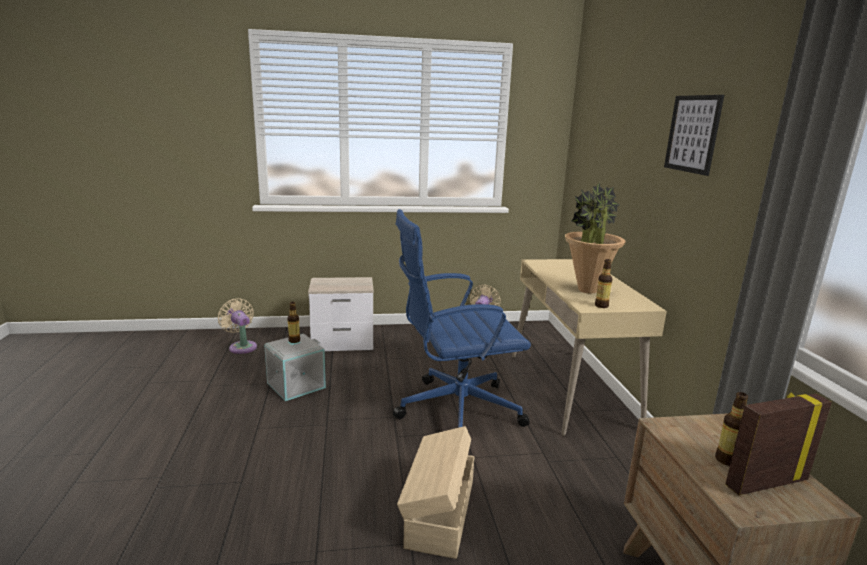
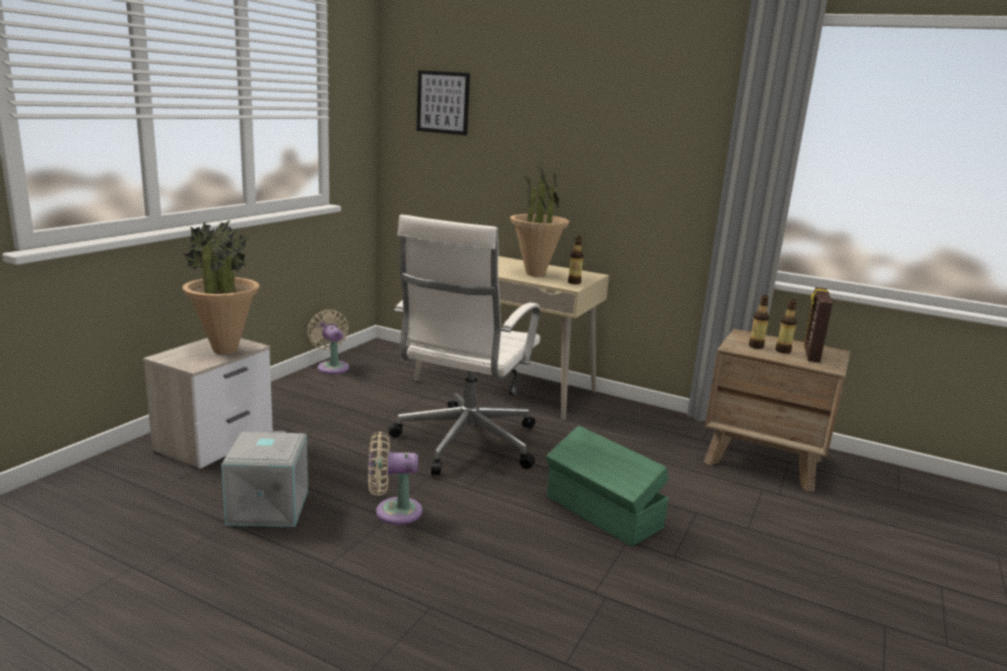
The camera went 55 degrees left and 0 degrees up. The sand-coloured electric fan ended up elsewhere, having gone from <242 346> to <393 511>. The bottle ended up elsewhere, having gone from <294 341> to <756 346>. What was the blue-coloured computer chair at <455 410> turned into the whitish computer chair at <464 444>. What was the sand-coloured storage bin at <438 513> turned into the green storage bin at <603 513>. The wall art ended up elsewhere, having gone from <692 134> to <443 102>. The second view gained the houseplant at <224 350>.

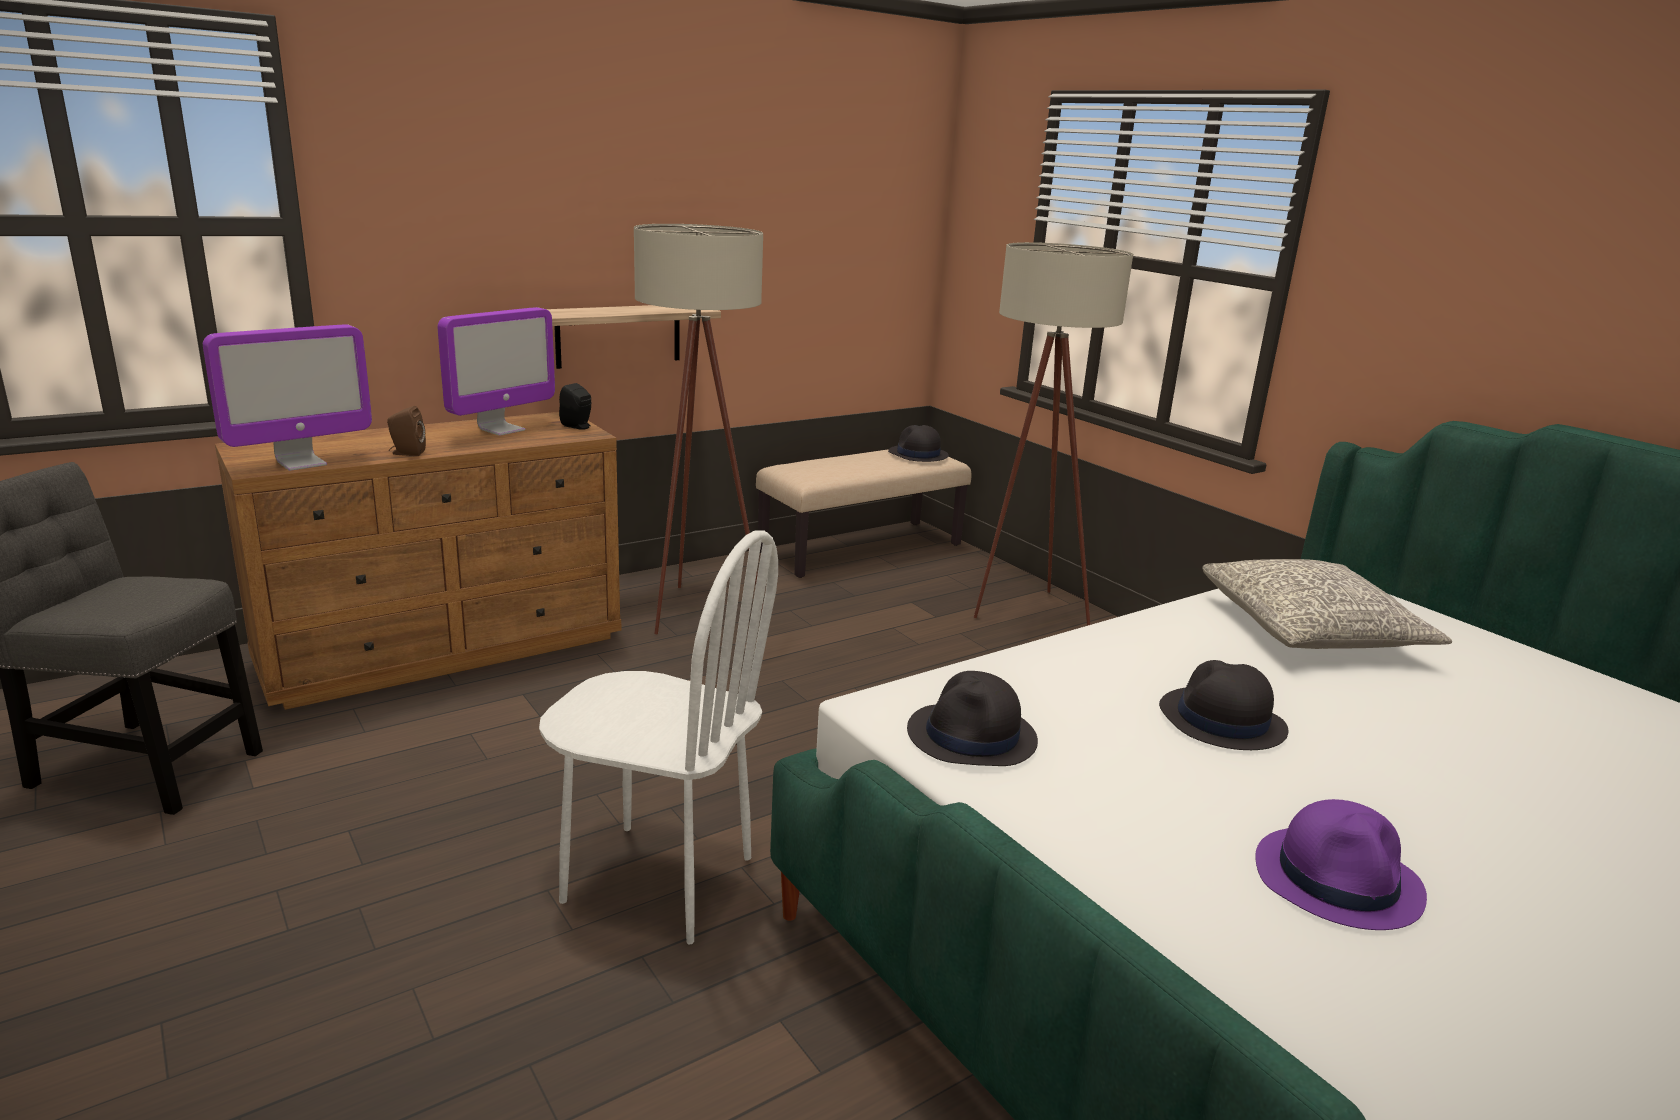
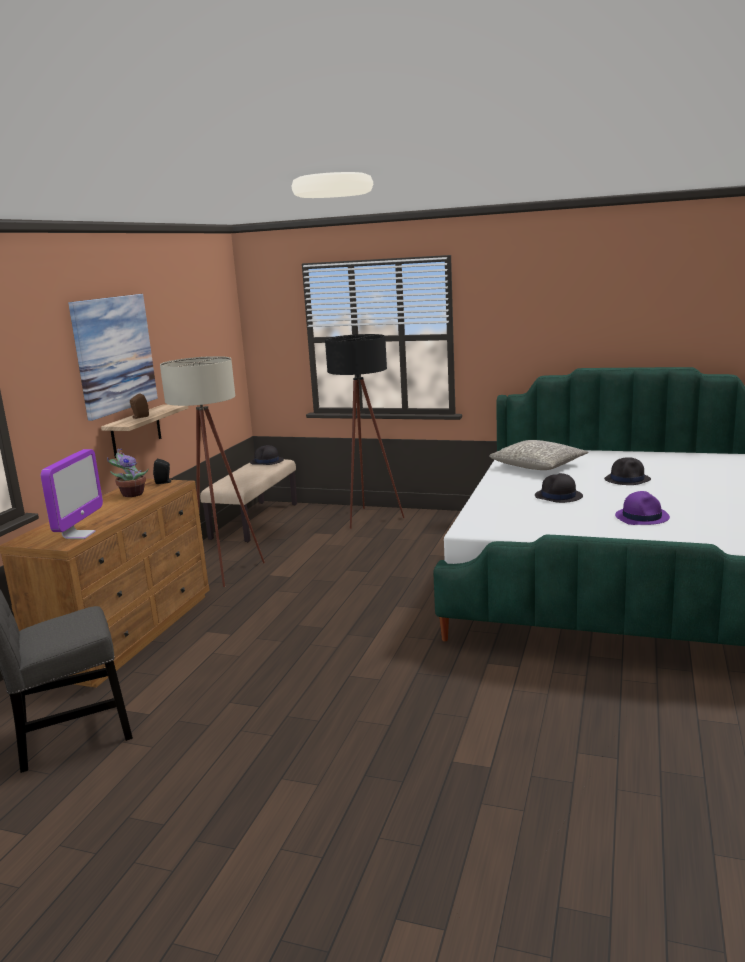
The camera went 35 degrees left and 5 degrees down. The brownish speaker ended up elsewhere, having gone from <406 453> to <139 417>. Where the computer display stood at <501 429>, the houseplant came to stand at <131 494>. The second view lost the whitish upright chair at <657 880>. The blackish wearable hat ended up elsewhere, having gone from <972 737> to <627 480>. What was the sand-coloured standing lamp at <1023 615> turned into the blackish standing lamp at <367 520>. The second view gained the wall art at <114 354>.

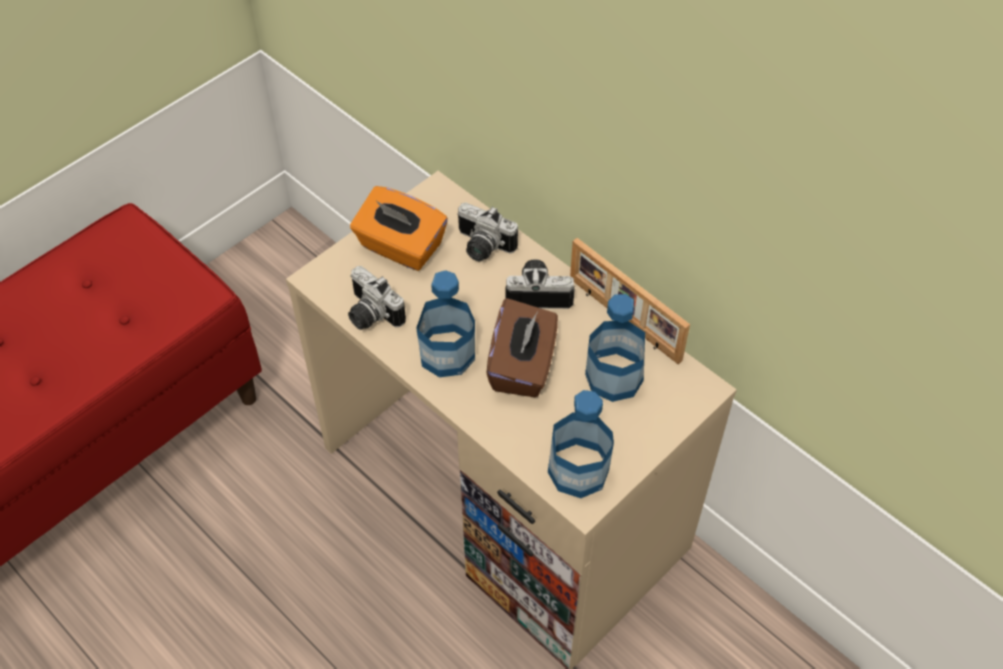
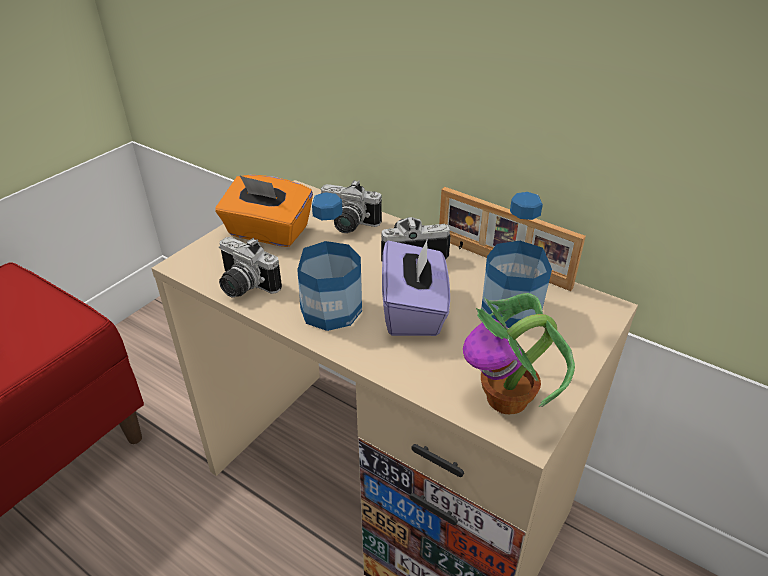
The camera went 10 degrees left and 15 degrees down. What was the brownish tissue holder at <522 366> turned into the purplish tissue holder at <414 311>. Where the bottle stood at <578 471>, the houseplant came to stand at <508 400>.

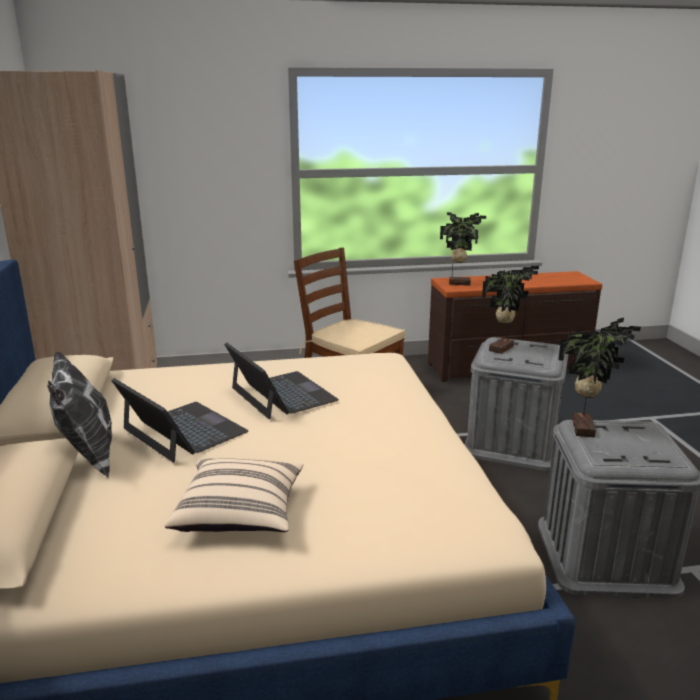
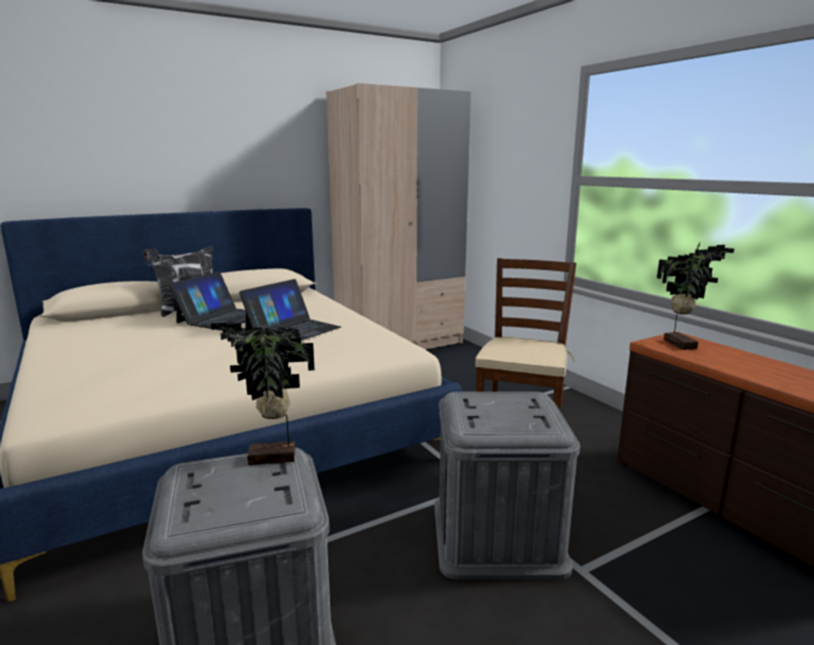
The camera went 70 degrees right and 5 degrees down. The second view lost the sand-coloured cushion at <240 514>. The second view lost the houseplant at <503 349>.

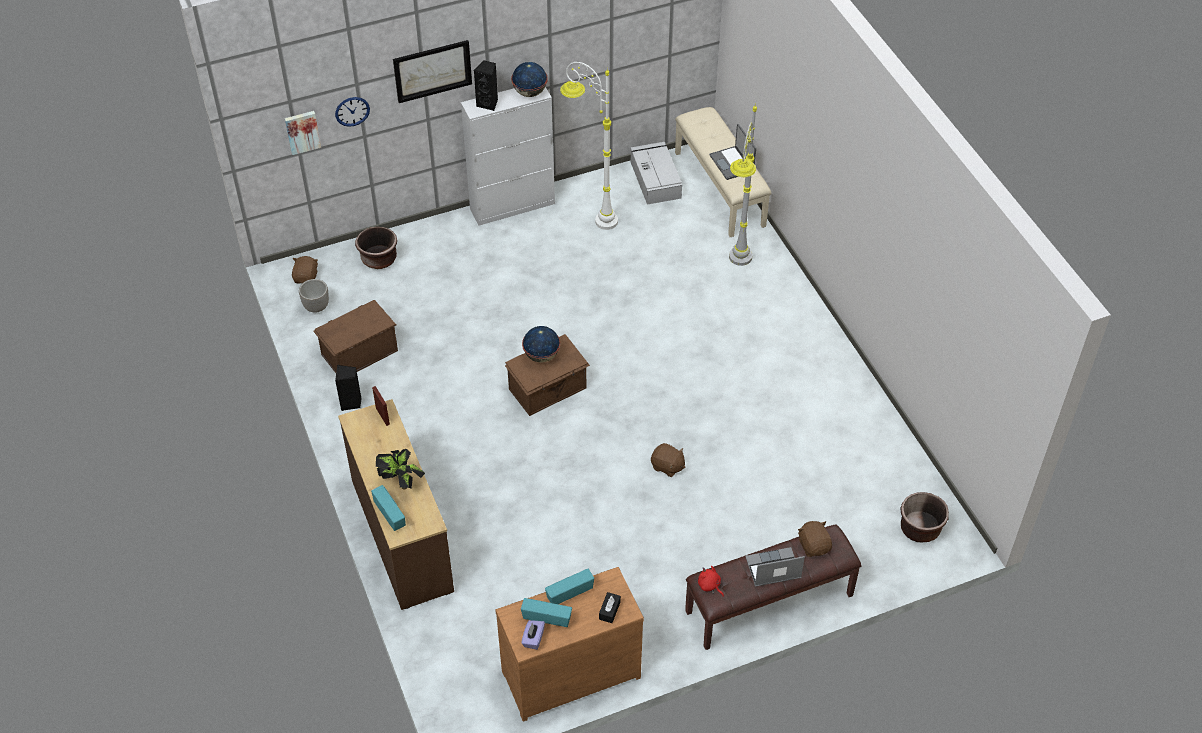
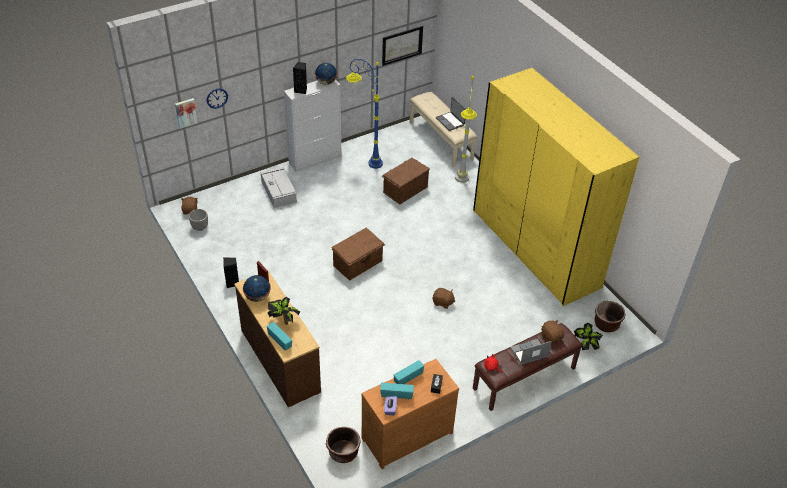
The camera went 10 degrees left and 5 degrees down. The brownish storage bin ended up elsewhere, having gone from <358 352> to <404 189>. The brownish flower pot ended up elsewhere, having gone from <379 259> to <343 452>. The wall art ended up elsewhere, having gone from <432 70> to <402 45>. The desk globe ended up elsewhere, having gone from <542 356> to <258 297>. What was the whitish standing lamp at <590 214> turned into the blue-coloured standing lamp at <364 160>. The greyish storage bin ended up elsewhere, having gone from <655 179> to <278 191>. The second view gained the yellow-coloured armoire at <535 248>. The second view gained the houseplant at <585 346>.

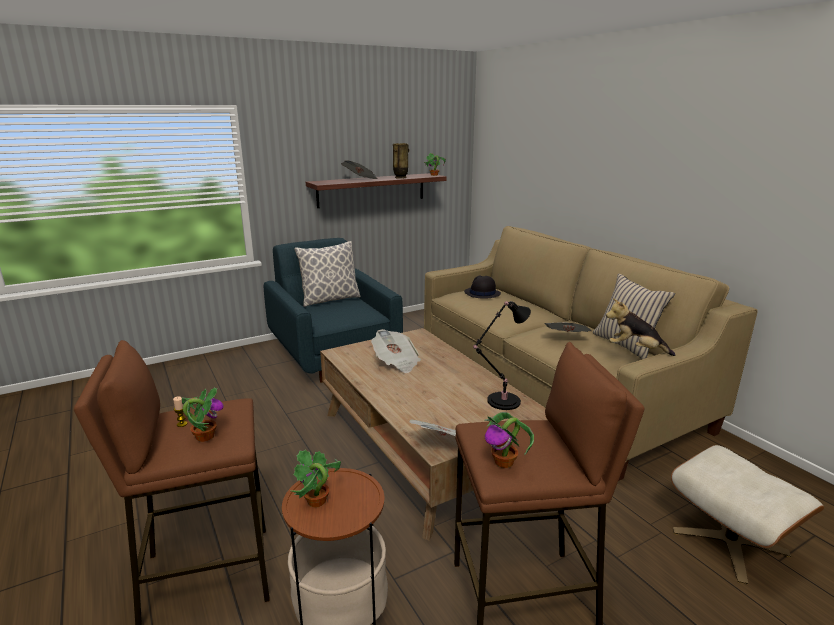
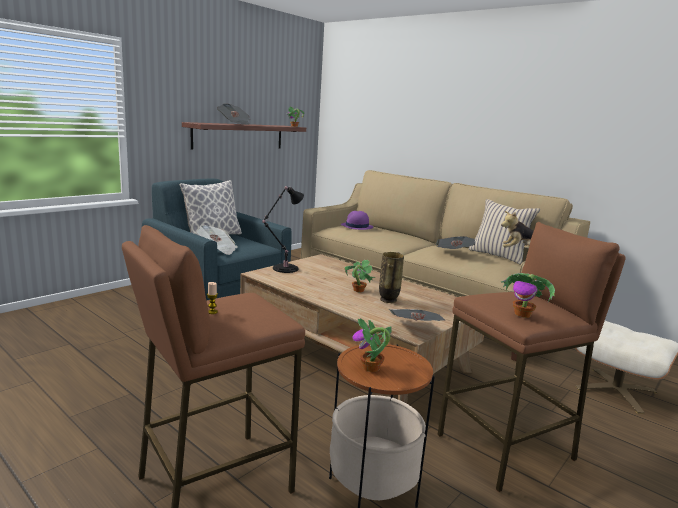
The camera went 20 degrees left and 5 degrees down. The houseplant ended up elsewhere, having gone from <204 436> to <358 290>. The newspaper ended up elsewhere, having gone from <396 363> to <217 250>. The decorative vase ended up elsewhere, having gone from <401 178> to <388 300>. What was the blackish wearable hat at <482 293> turned into the purplish wearable hat at <356 226>. The blackish table lamp ended up elsewhere, having gone from <501 401> to <283 269>.

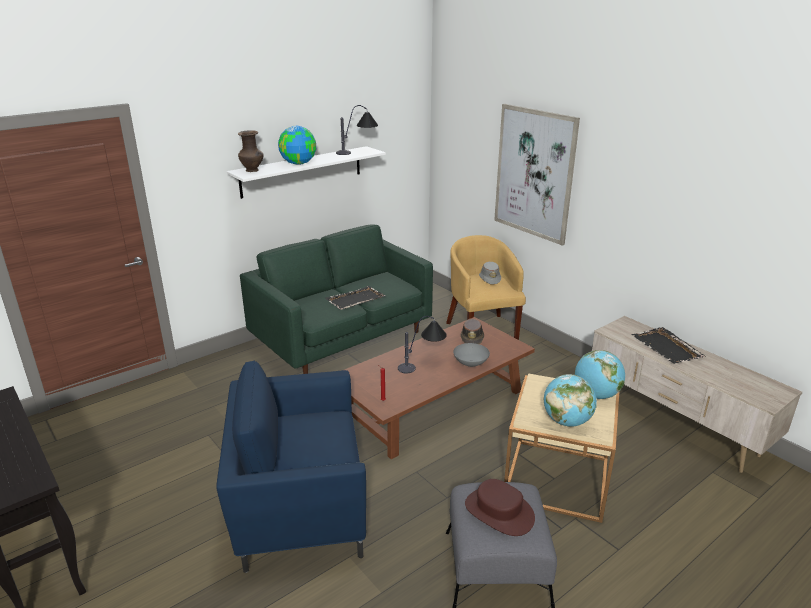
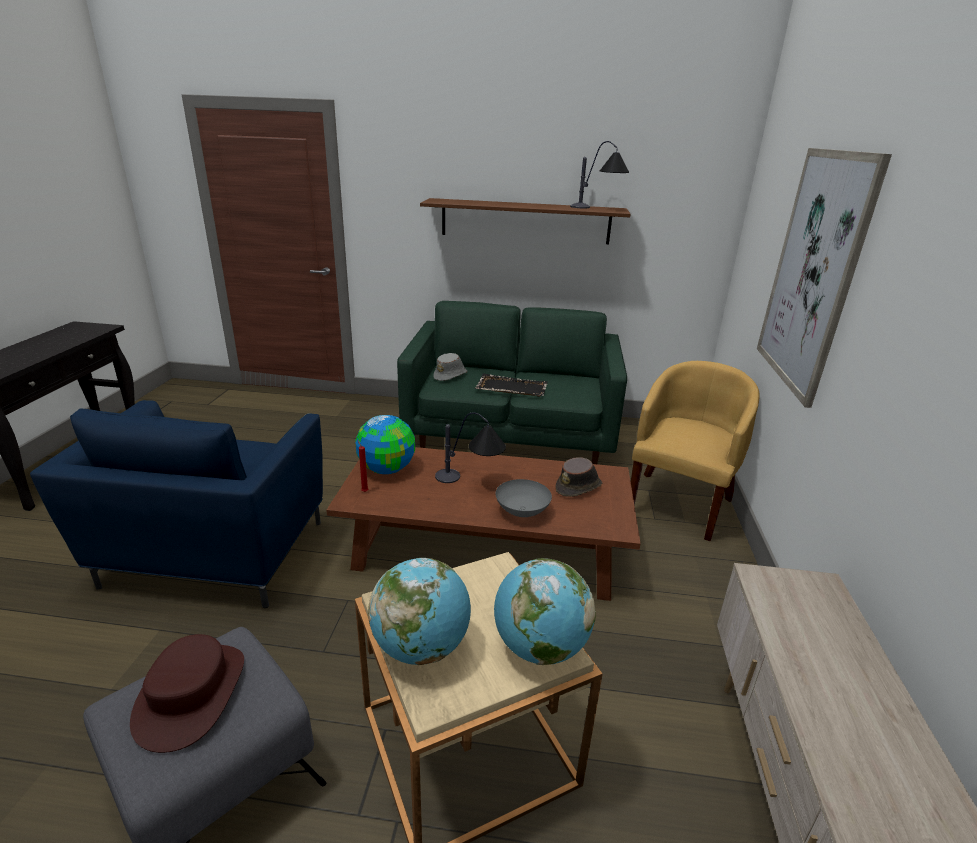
The camera went 45 degrees right and 0 degrees up. The blue-coloured armchair at <298 509> ended up facing another way, 120 degrees counterclockwise from before. What was the whitish bracket shelf at <302 171> turned into the brownish bracket shelf at <525 221>. The second view lost the brownish decorative vase at <252 170>. The desk globe ended up elsewhere, having gone from <298 163> to <387 469>. The greyish wearable hat ended up elsewhere, having gone from <490 278> to <451 375>. The second view lost the blackish carrying tray at <667 348>.

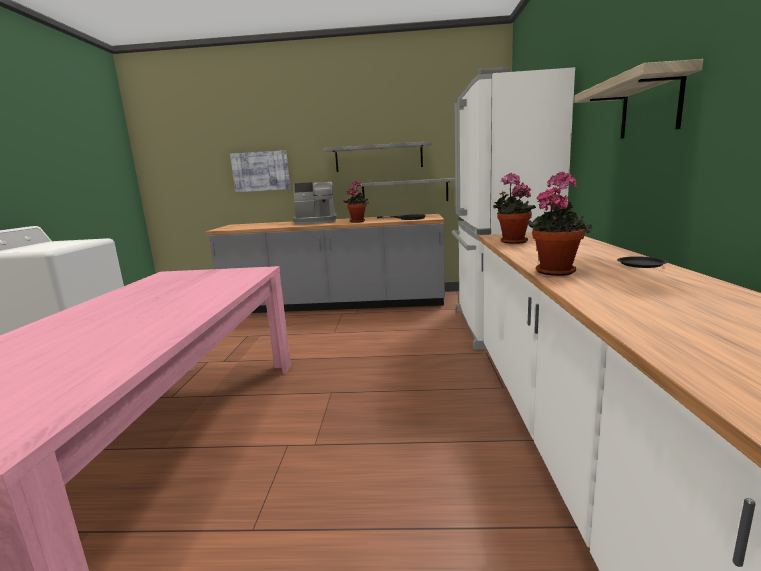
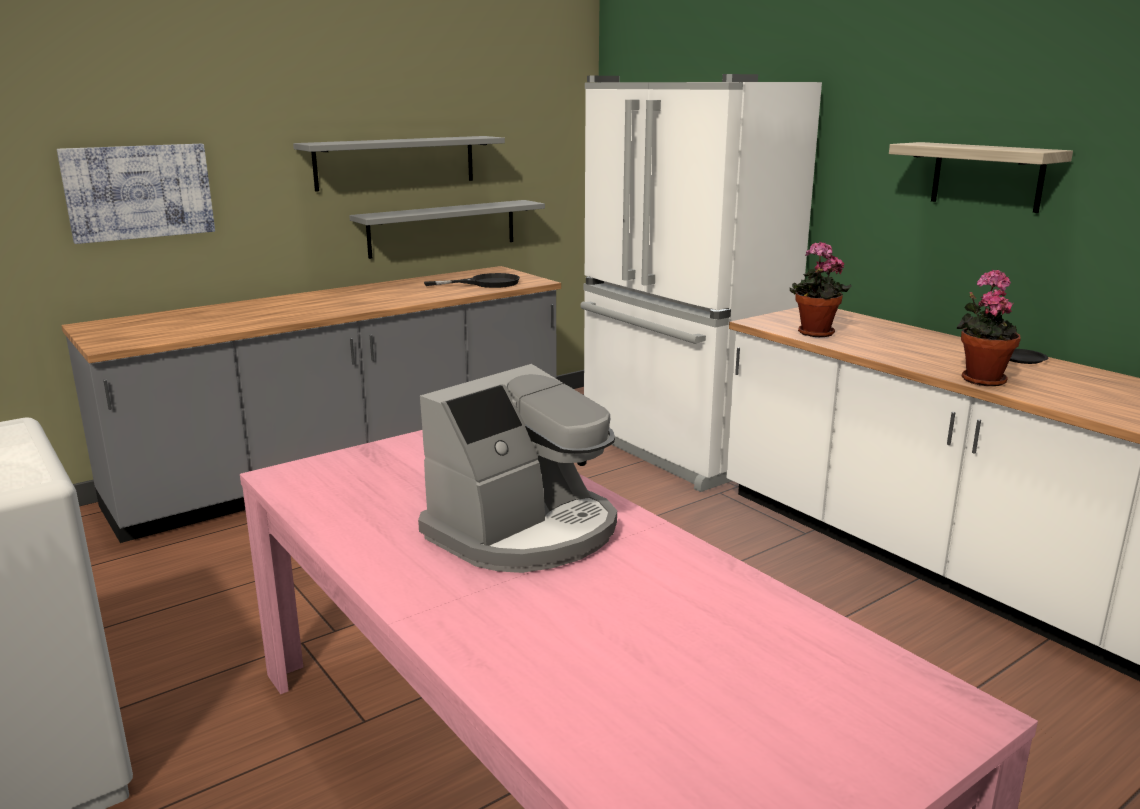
The camera went 40 degrees left and 5 degrees up. The coffee machine ended up elsewhere, having gone from <316 222> to <524 531>. The second view lost the houseplant at <358 221>.

